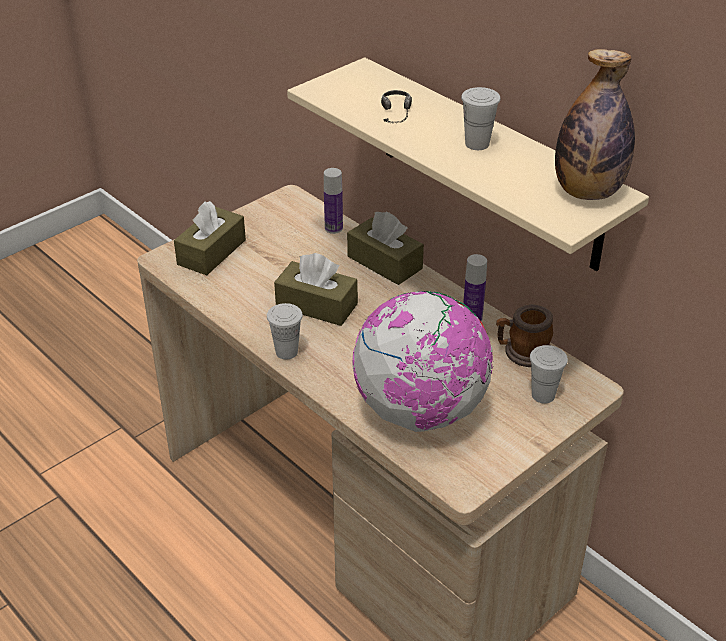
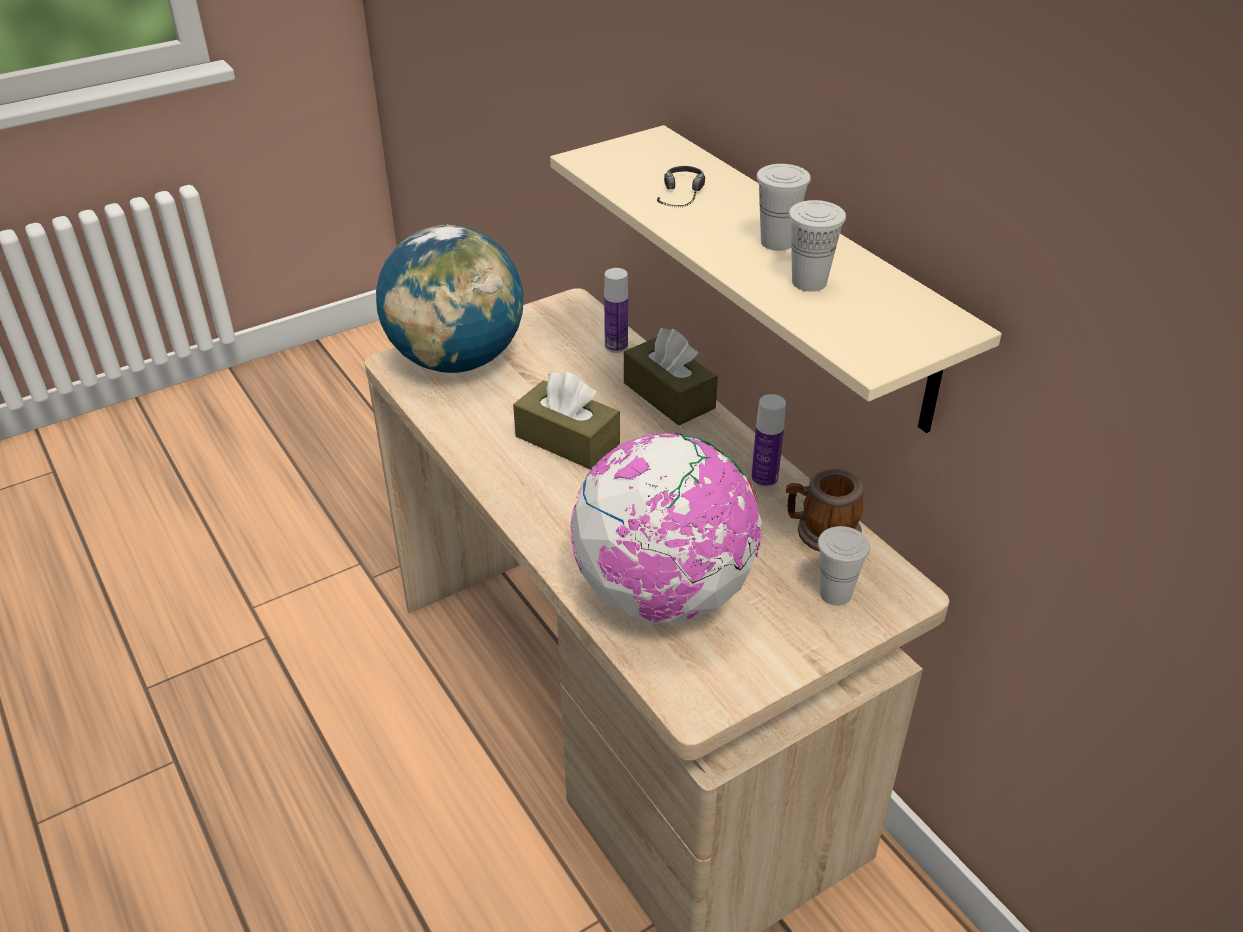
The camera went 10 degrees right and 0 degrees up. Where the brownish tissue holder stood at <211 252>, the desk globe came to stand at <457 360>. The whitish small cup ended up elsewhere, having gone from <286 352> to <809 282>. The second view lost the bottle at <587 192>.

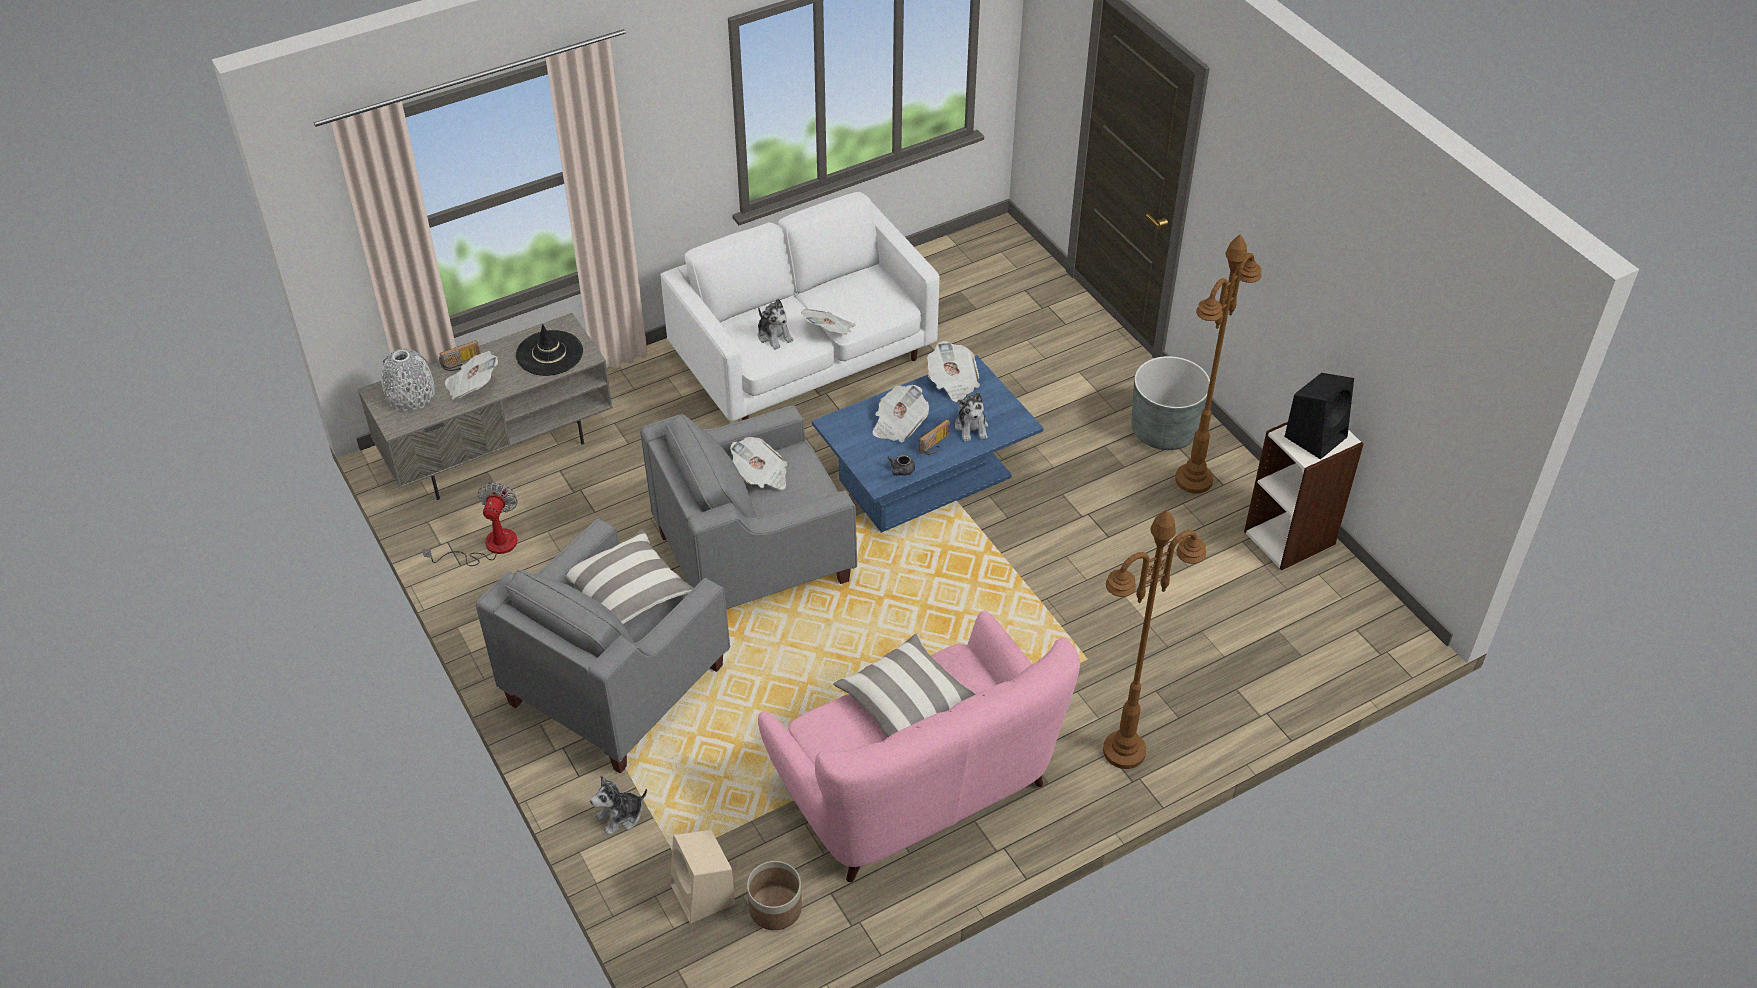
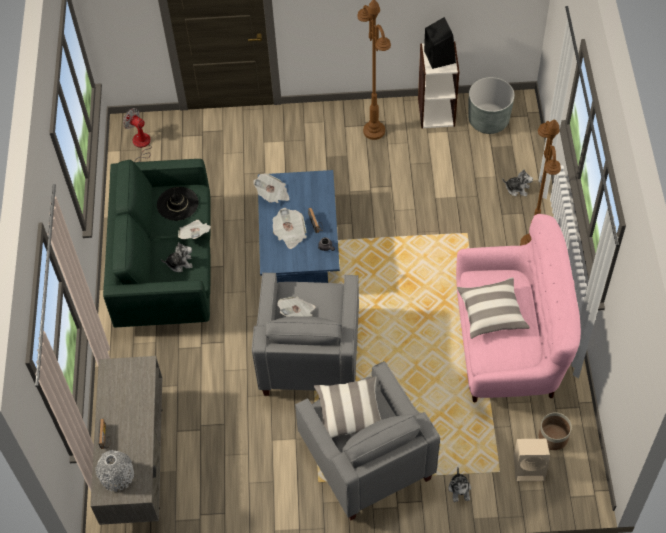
The camera went 60 degrees left and 10 degrees up. The electric fan ended up elsewhere, having gone from <489 546> to <141 146>. The second view lost the newspaper at <472 386>. The blackish wearable hat ended up elsewhere, having gone from <549 354> to <177 204>. What was the whitish sofa at <805 360> turned into the green sofa at <167 266>. The plush toy ended up elsewhere, having gone from <971 427> to <517 189>. The greyish flower pot ended up elsewhere, having gone from <1164 430> to <488 120>.

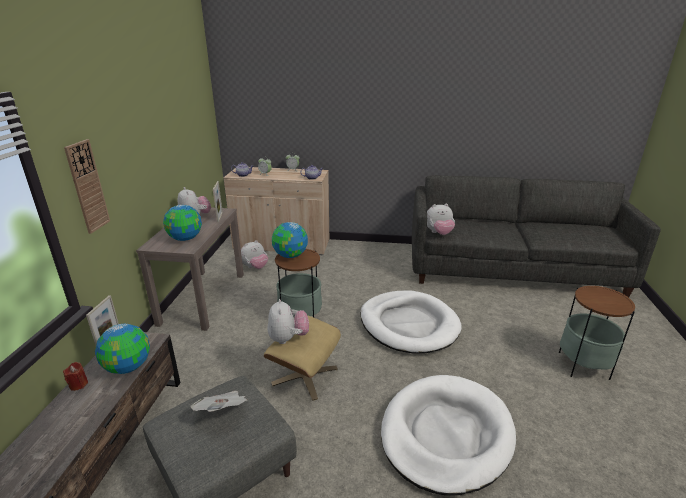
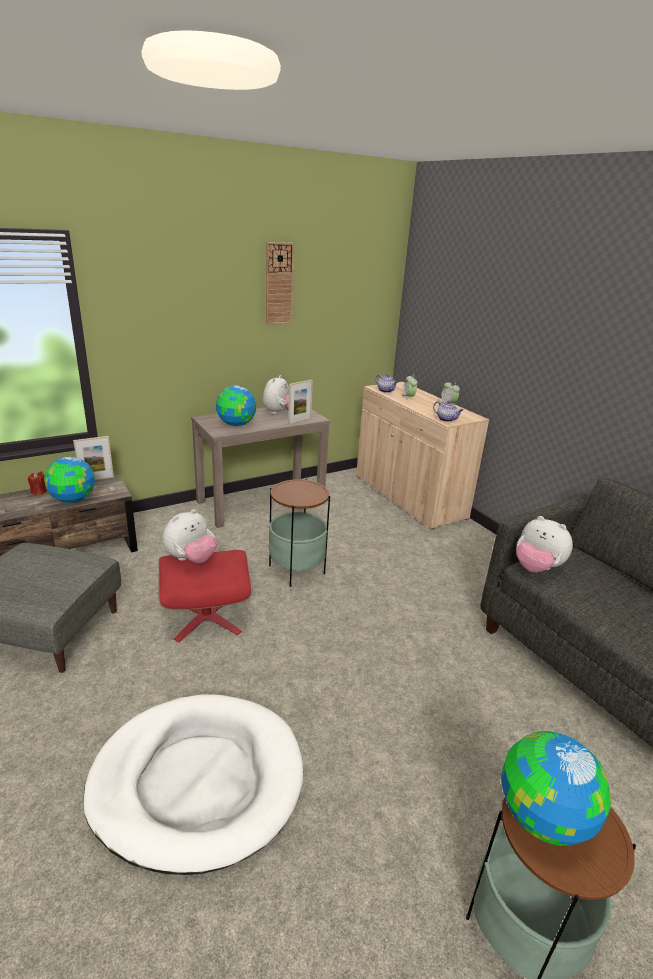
The camera went 50 degrees right and 0 degrees up. The clock on the wall ended up elsewhere, having gone from <87 187> to <279 284>. The second view lost the newspaper at <222 411>. The second view lost the plush toy at <255 267>. What was the sand-coloured ottoman at <304 376> turned into the red-coloured ottoman at <206 617>. The desk globe ended up elsewhere, having gone from <290 255> to <541 817>. The second view lost the whitish dog cushion at <408 324>.

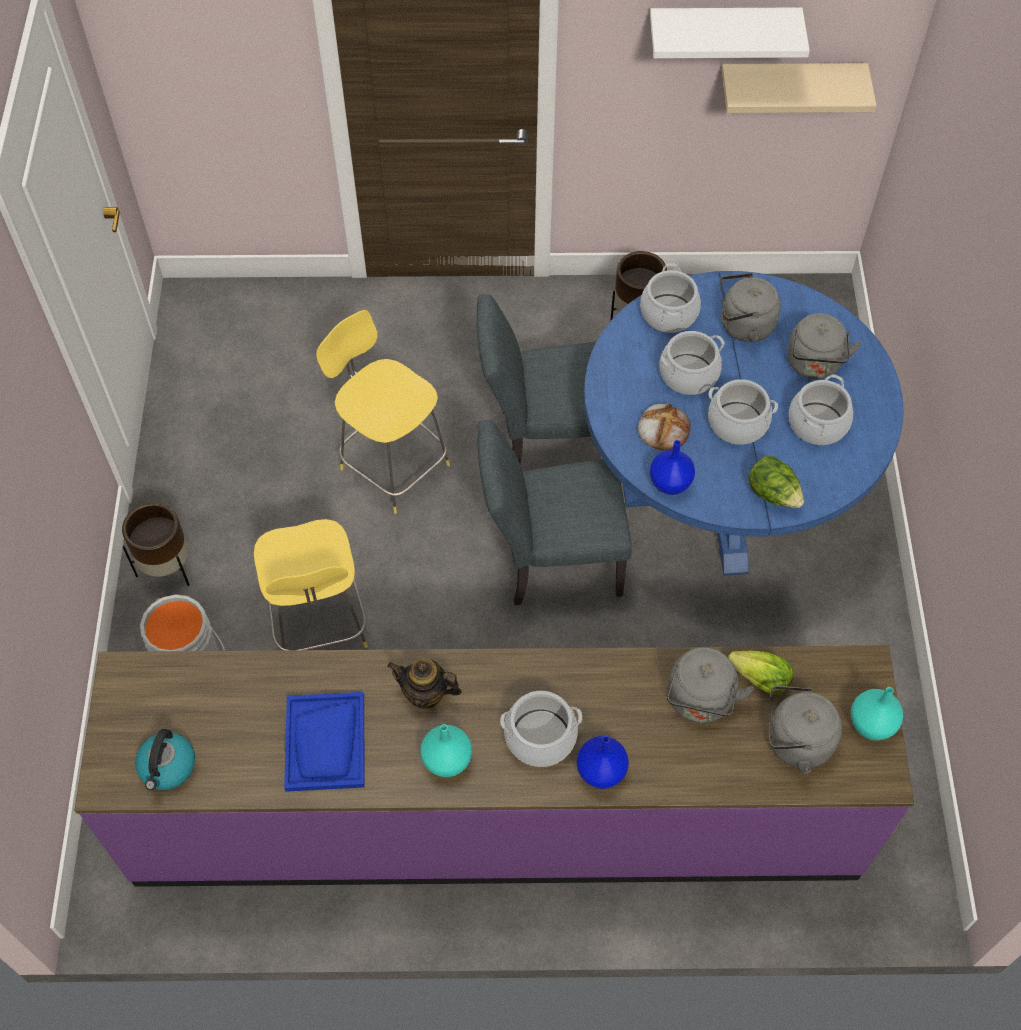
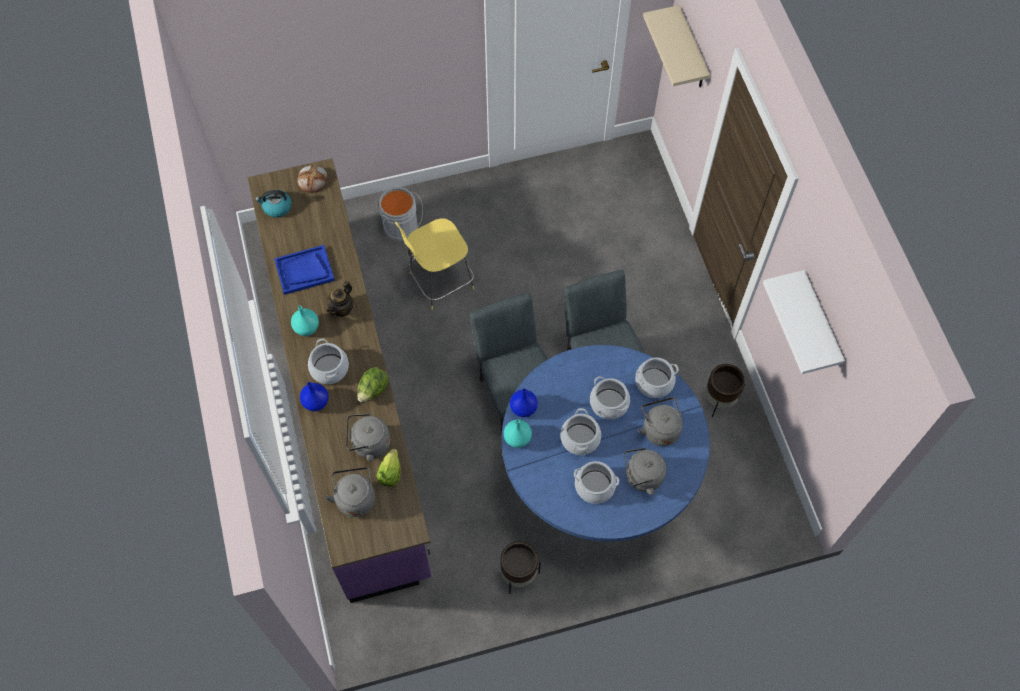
The camera went 75 degrees right and 5 degrees up. The brownish flower pot ended up elsewhere, having gone from <167 568> to <518 574>. The second view lost the yellow-coloured stool at <392 464>. The tea pot at <426 694> ended up facing another way, 150 degrees counterclockwise from before. The bread ended up elsewhere, having gone from <663 429> to <313 180>. The sand-coloured bracket shelf ended up elsewhere, having gone from <791 84> to <692 50>. The head of lettuce ended up elsewhere, having gone from <773 494> to <373 390>. The turquoise decorative vase ended up elsewhere, having gone from <872 725> to <517 439>.

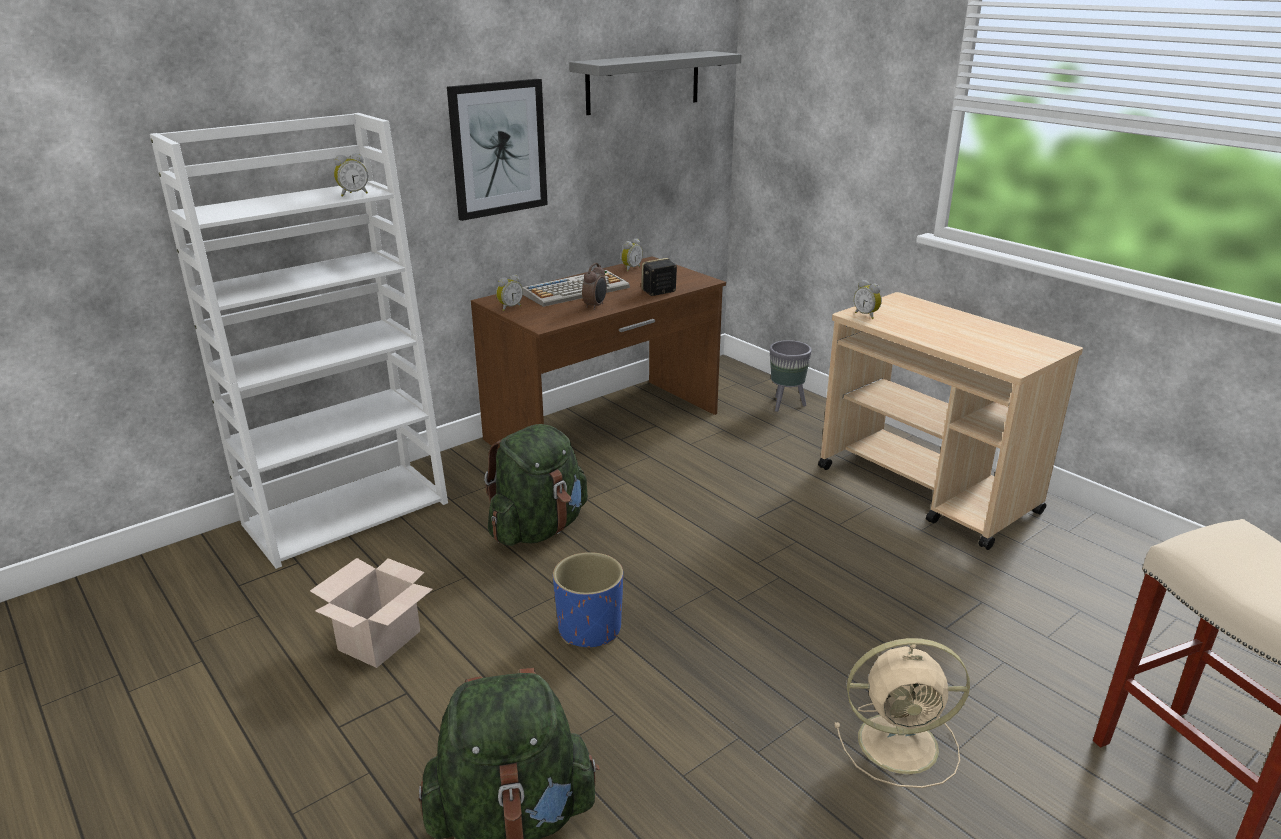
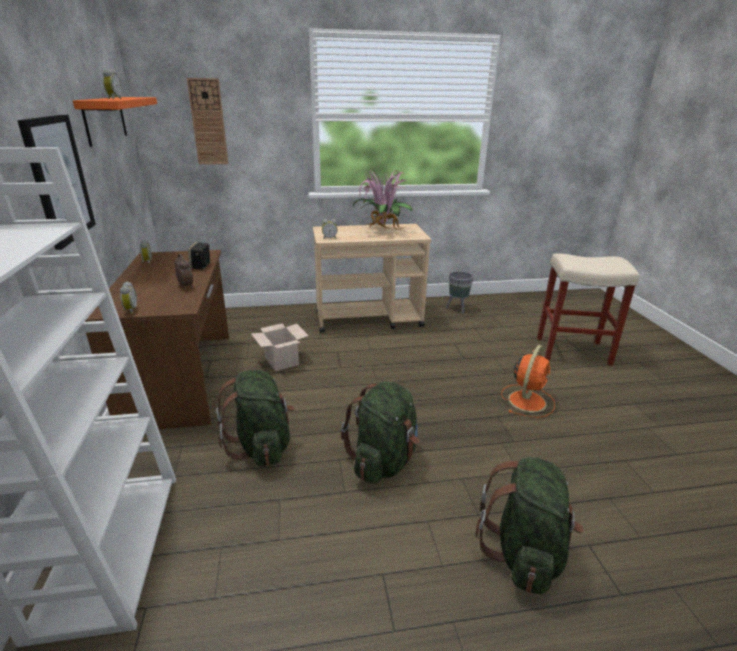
The camera went 60 degrees left and 0 degrees up. The packing box ended up elsewhere, having gone from <379 642> to <282 361>. The alarm clock ended up elsewhere, having gone from <353 194> to <113 99>. The second view lost the keyboard at <576 290>. Where the blue-coloured flower pot stood at <590 629>, the green rucksack came to stand at <383 461>. What was the greyish bracket shelf at <643 82> turned into the orange bracket shelf at <105 119>. The greyish flower pot ended up elsewhere, having gone from <786 404> to <457 309>. What was the sand-coloured electric fan at <901 743> turned into the orange electric fan at <527 400>. The second view gained the clock on the wall at <208 122>. The second view gained the houseplant at <381 231>.

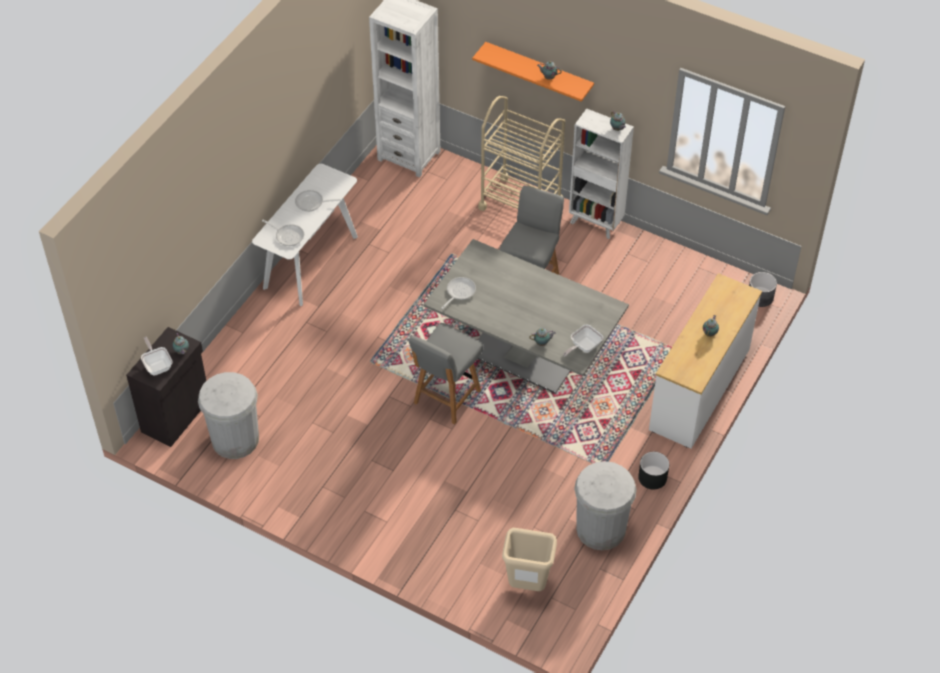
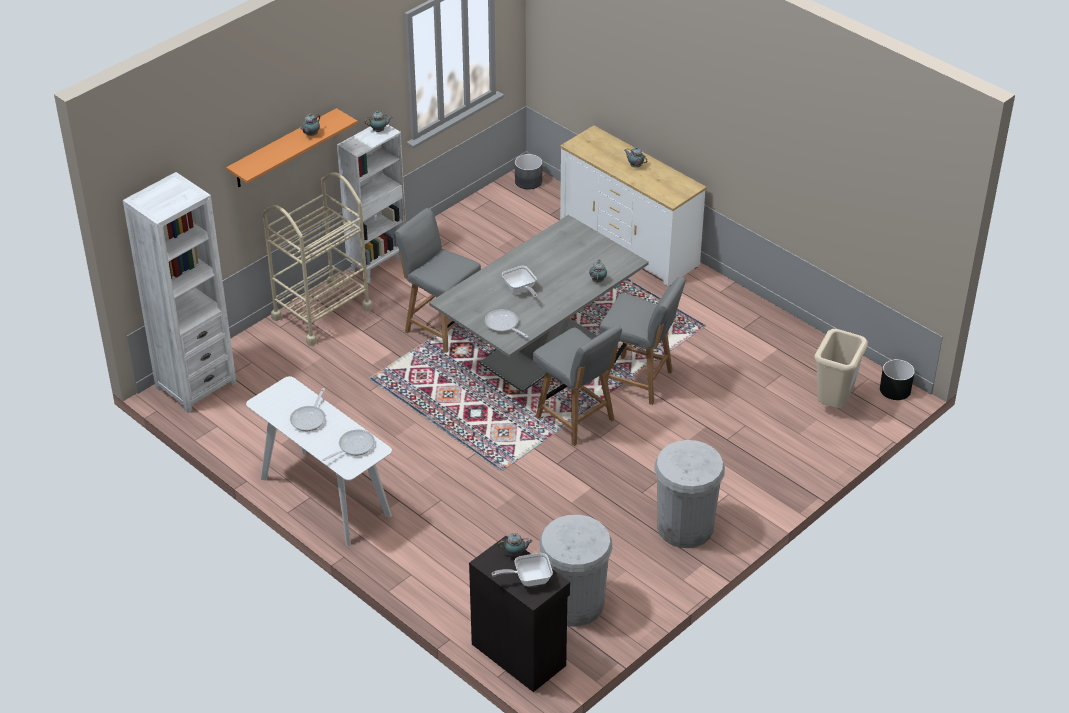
The camera went 75 degrees left and 10 degrees down. The pan ended up elsewhere, having gone from <583 347> to <520 290>. The whitish rubbish bin ended up elsewhere, having gone from <600 529> to <685 527>. The blackish flower pot ended up elsewhere, having gone from <652 478> to <895 390>. The second view gained the greyish upright chair at <639 381>.

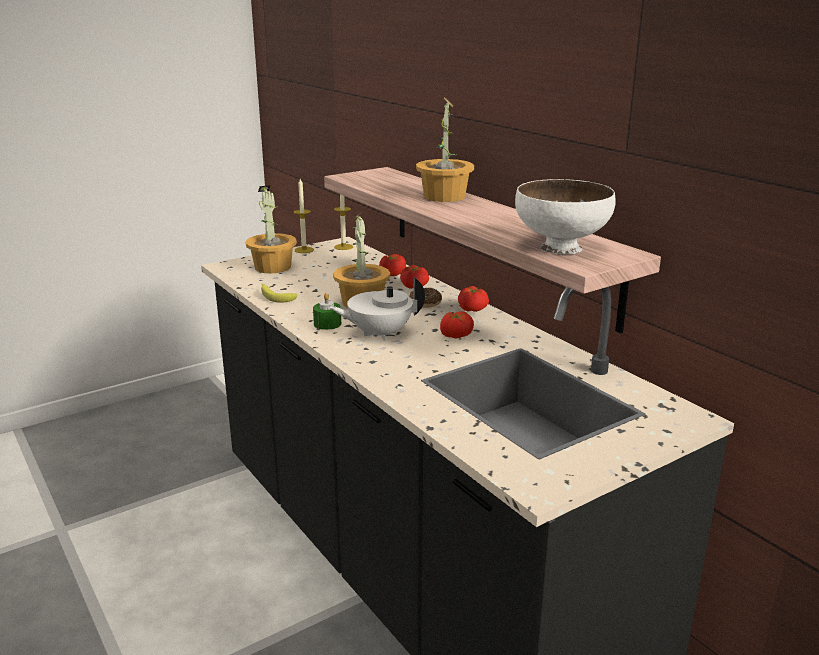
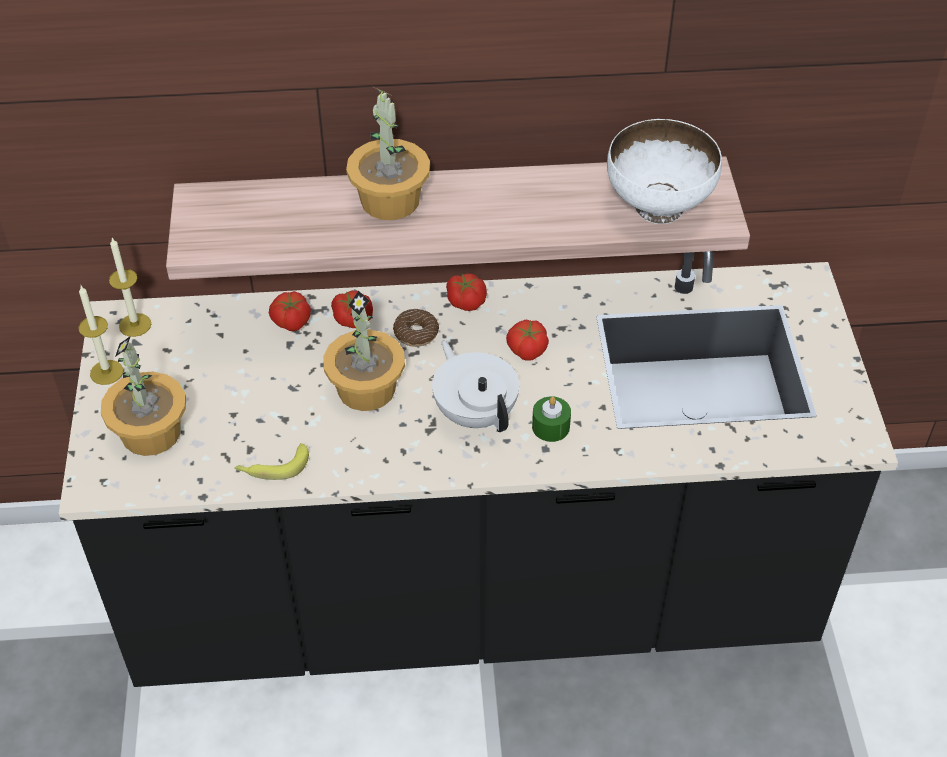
The camera went 60 degrees left and 25 degrees up. The green wax candle ended up elsewhere, having gone from <327 324> to <550 427>. The whitish tea pot at <379 334> ended up facing another way, 135 degrees clockwise from before.

